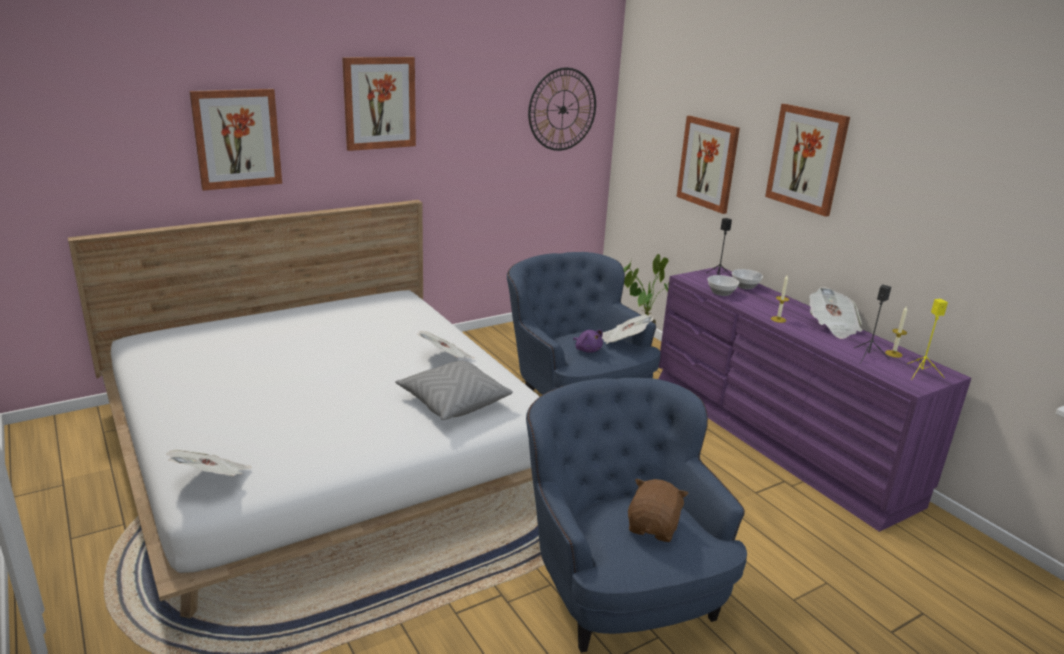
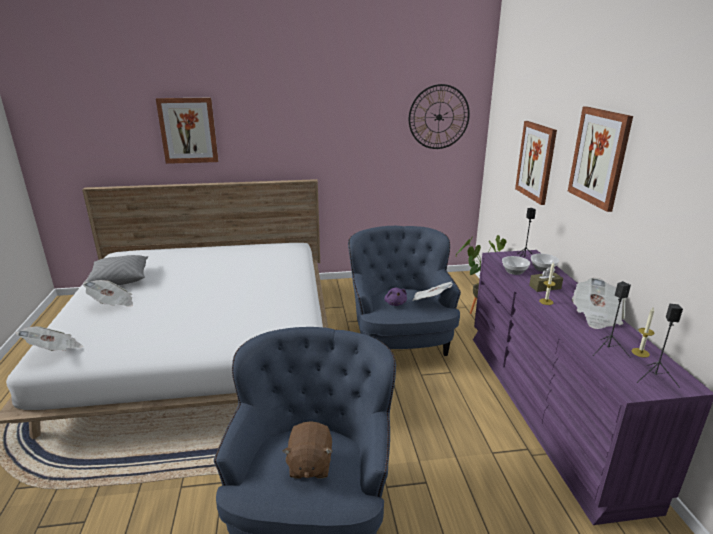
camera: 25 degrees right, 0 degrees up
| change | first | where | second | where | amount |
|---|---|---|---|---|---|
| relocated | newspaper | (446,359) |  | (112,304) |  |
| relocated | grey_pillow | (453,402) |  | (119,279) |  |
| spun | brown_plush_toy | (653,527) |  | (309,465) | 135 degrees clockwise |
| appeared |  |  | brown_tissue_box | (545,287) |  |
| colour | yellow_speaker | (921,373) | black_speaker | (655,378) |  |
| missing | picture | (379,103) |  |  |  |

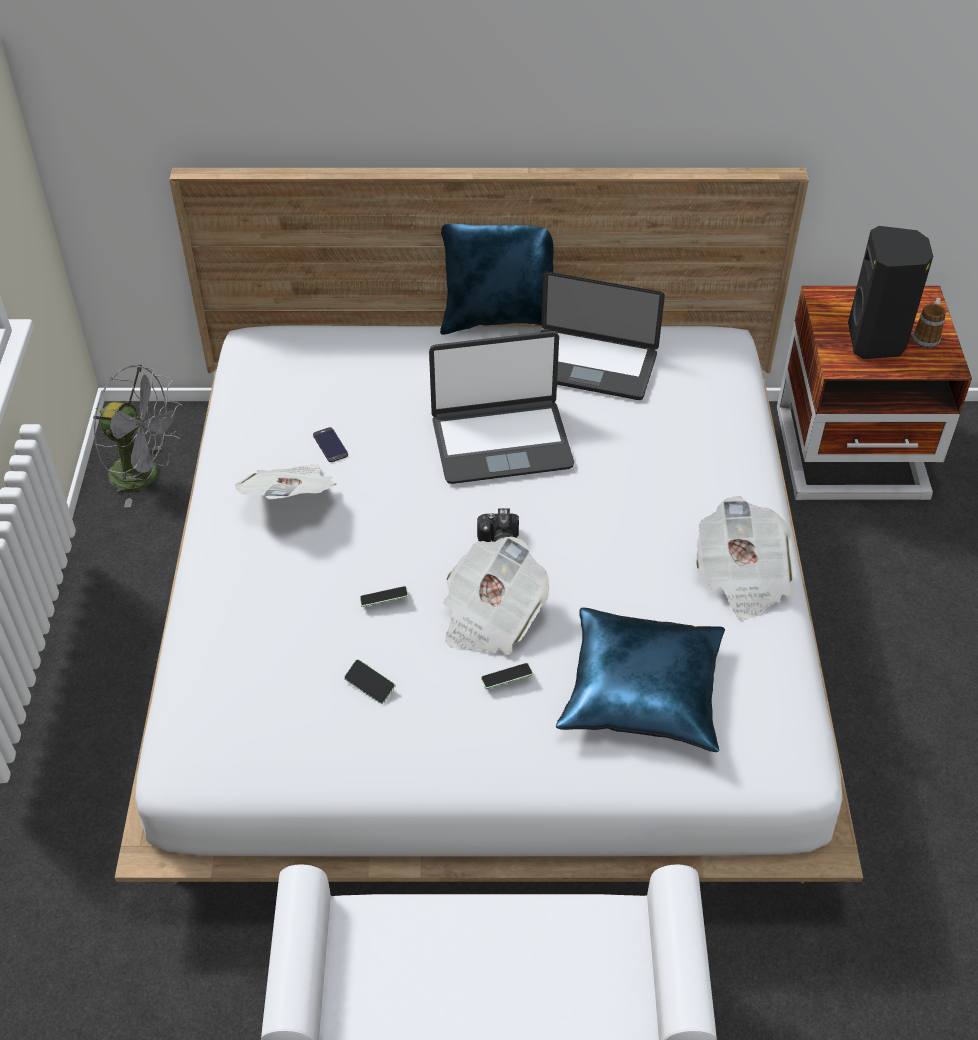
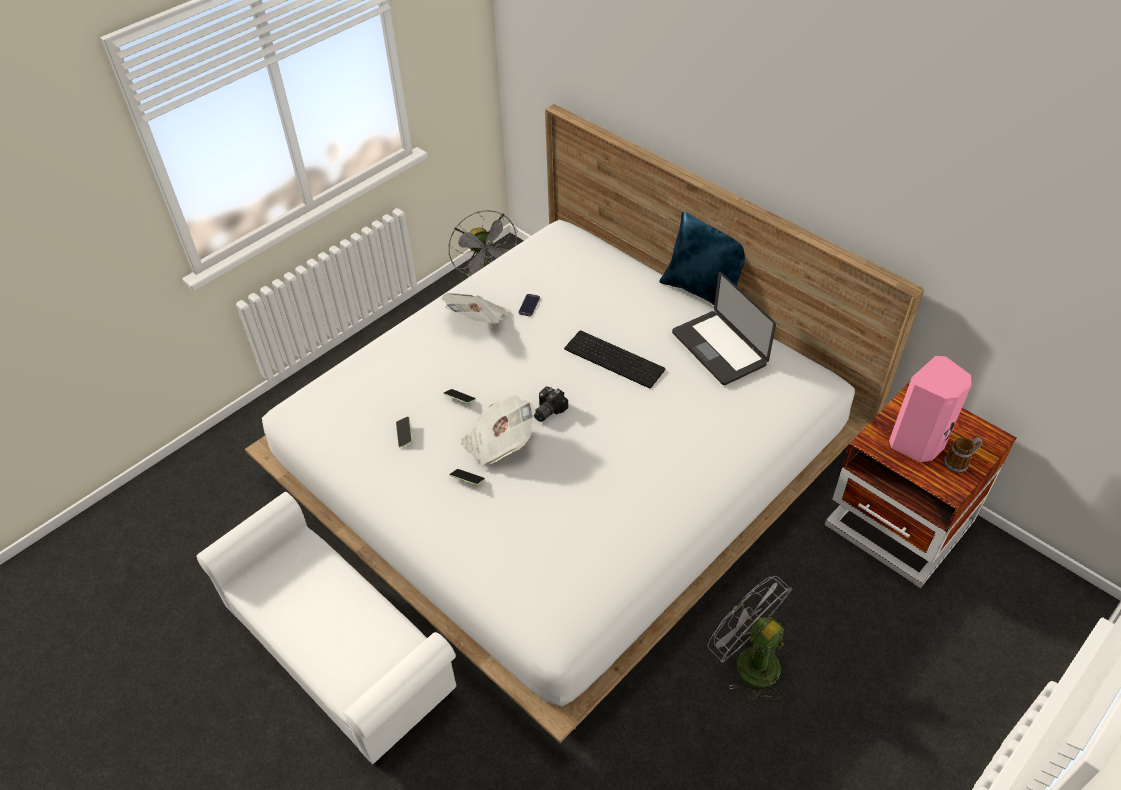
camera: 45 degrees right, 0 degrees up
| change | first | where | second | where | amount |
|---|---|---|---|---|---|
| exchanged | laptop | (501,442) | keyboard | (616,358) |  |
| appeared |  |  | grey_fan | (748,661) |  |
| colour | black_speaker | (877,341) | pink_speaker | (918,443) |  |
| missing | blue_pillow | (643,691) |  |  |  |
| missing | newspaper | (742,577) |  |  |  |

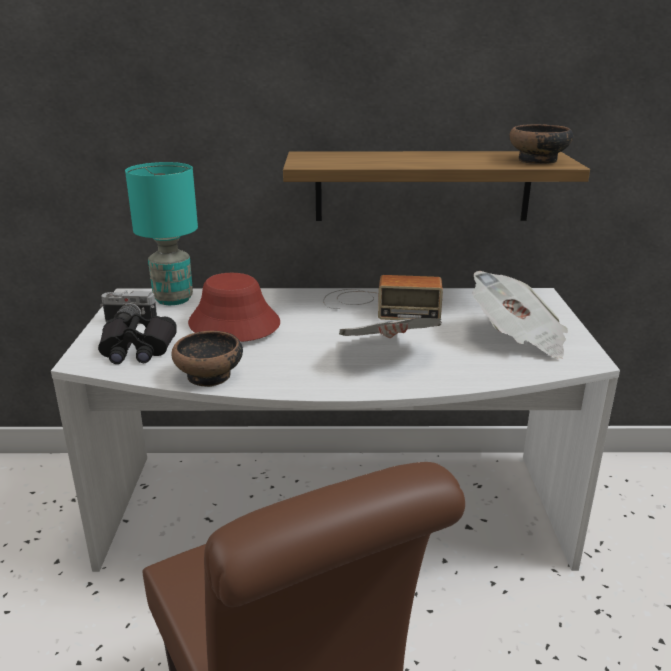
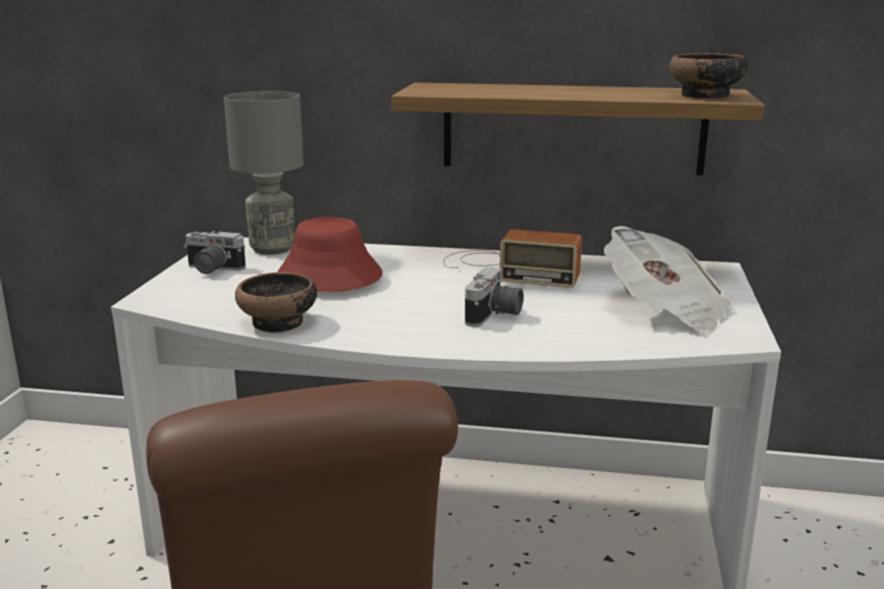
camera: 10 degrees right, 5 degrees down
| change | first | where | second | where | amount |
|---|---|---|---|---|---|
| colour | turquoise_table_lamp | (174,299) | grey_table_lamp | (273,249) |  |
| exchanged | newspaper | (388,354) | photo_camera | (494,316) |  |
| missing | black_binoculars | (137,350) |  |  |  |

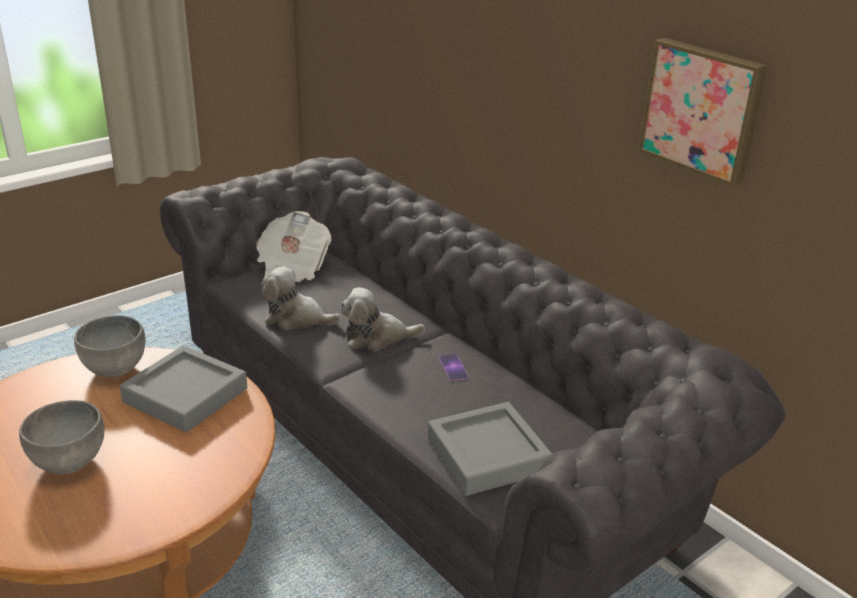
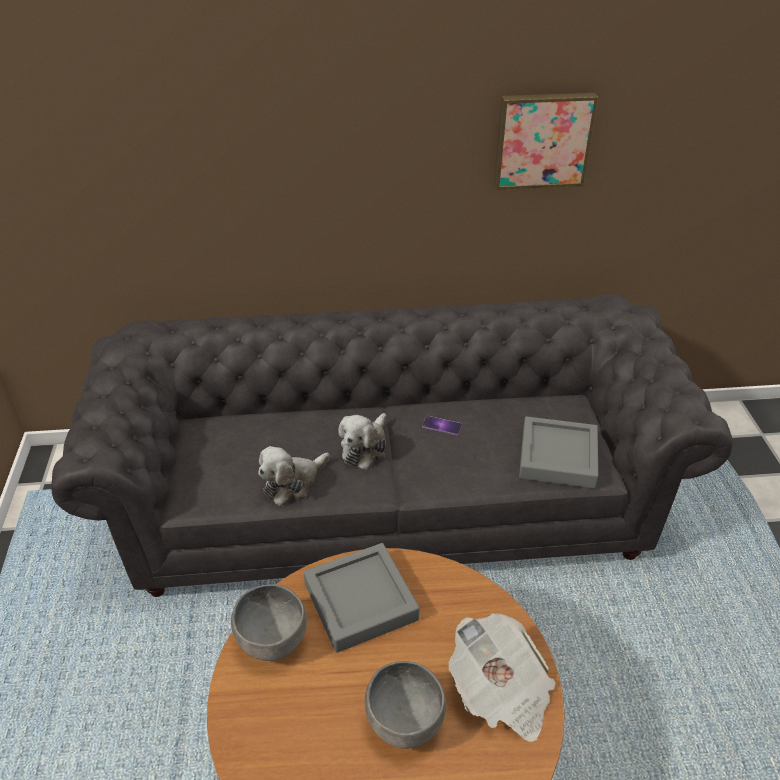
camera: 55 degrees left, 10 degrees up
| change | first | where | second | where | amount |
|---|---|---|---|---|---|
| relocated | newspaper | (292,268) |  | (501,692) |  |

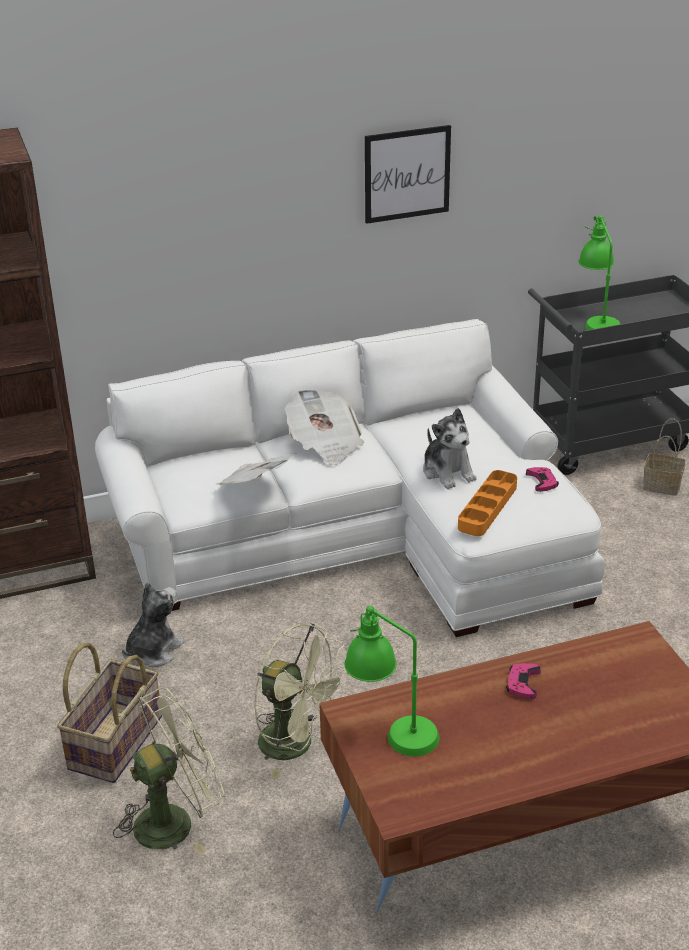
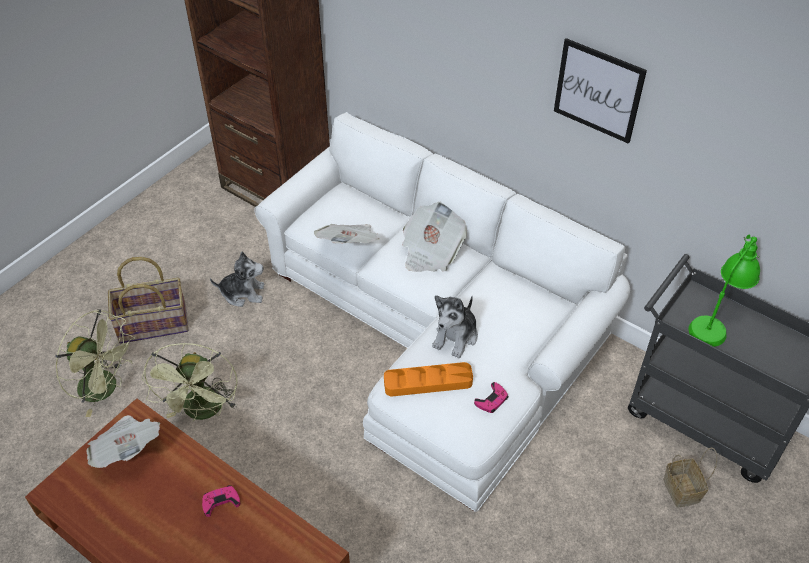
camera: 55 degrees right, 15 degrees up
| change | first | where | second | where | amount |
|---|---|---|---|---|---|
| exchanged | green_table_lamp | (391,732) | newspaper | (127,450) |  |

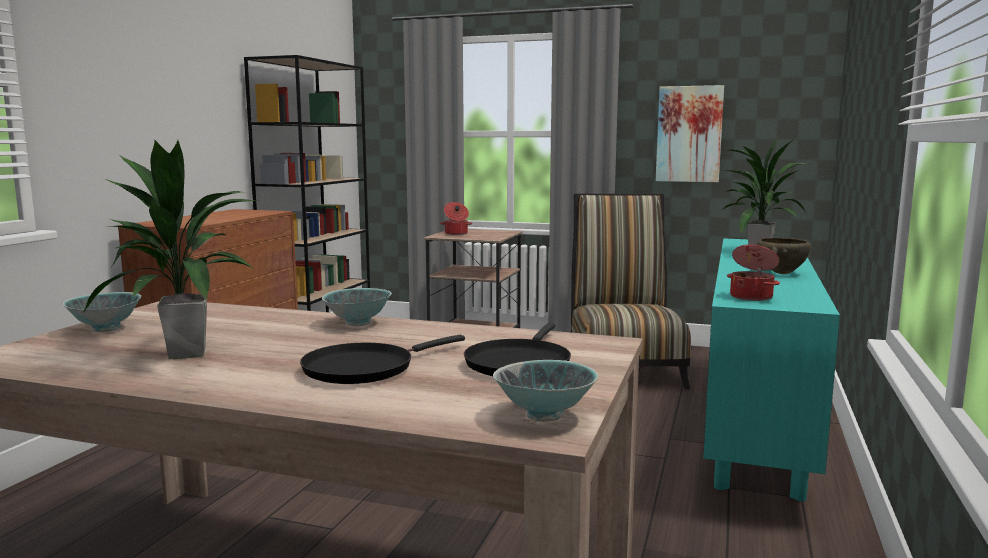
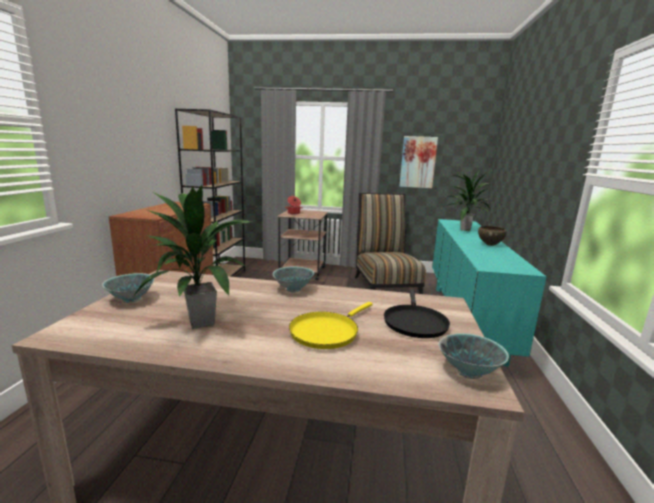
camera: 10 degrees left, 5 degrees up
| change | first | where | second | where | amount |
|---|---|---|---|---|---|
| colour | black_frying_pan | (364,368) | yellow_frying_pan | (326,332) |  |
| missing | cooking_pot | (752,297) |  |  |  |

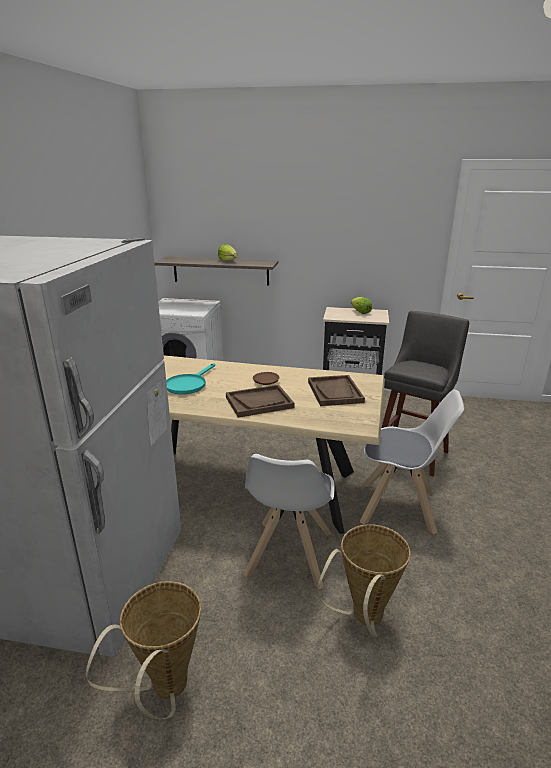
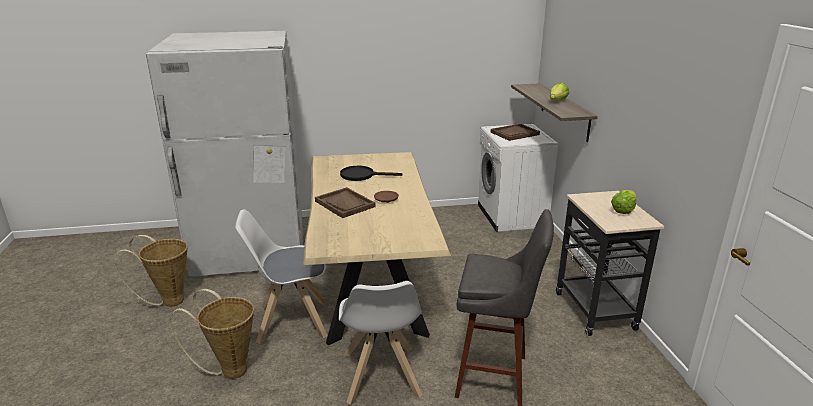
camera: 70 degrees right, 0 degrees up
| change | first | where | second | where | amount |
|---|---|---|---|---|---|
| colour | turquoise_frying_pan | (188,384) | black_frying_pan | (362,175) |  |
| relocated | brown_tray | (335,392) |  | (514,133) |  |

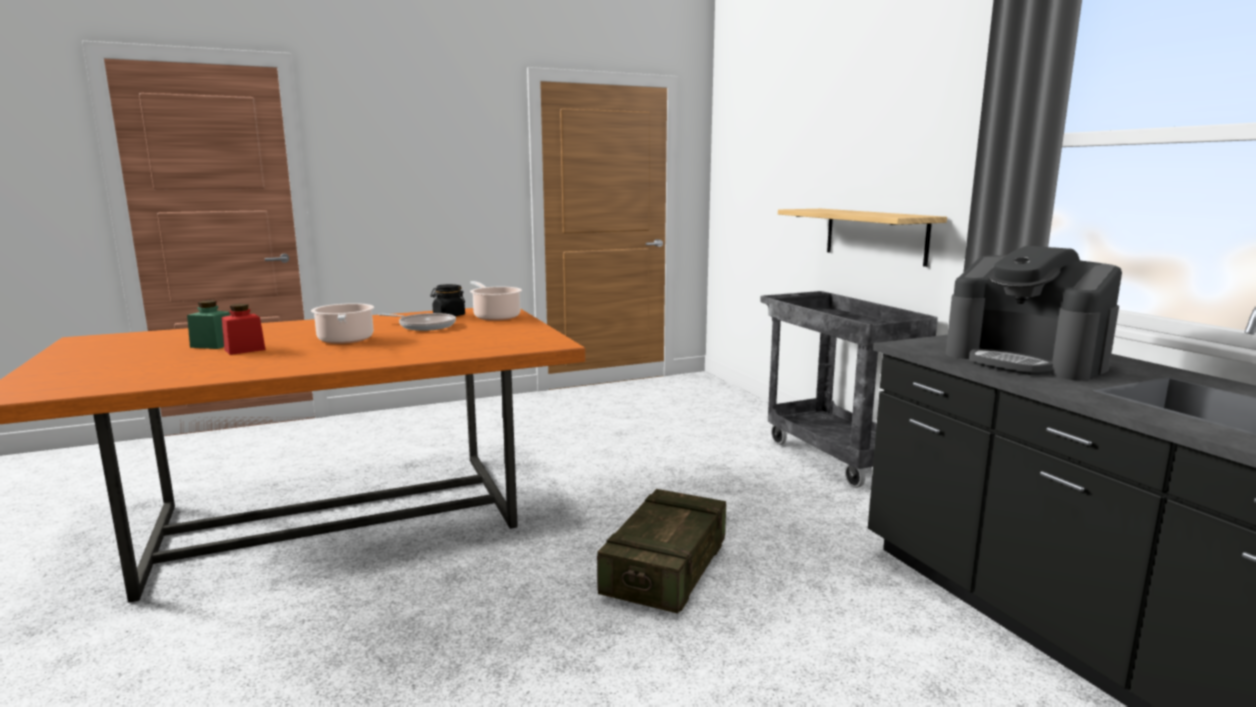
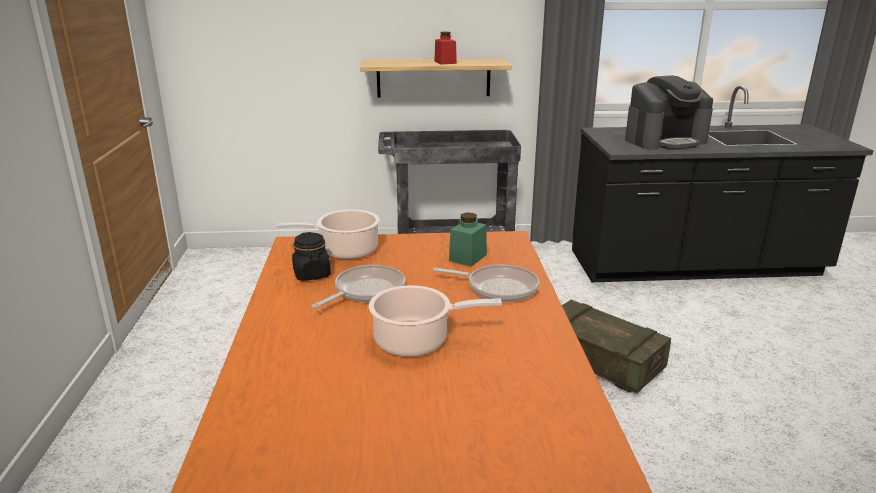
camera: 70 degrees left, 10 degrees up
| change | first | where | second | where | amount |
|---|---|---|---|---|---|
| appeared |  |  | frying_pan | (498,288) |  |
| relocated | red_jar | (245,350) |  | (445,62) |  |
| relocated | green_jar | (213,345) |  | (467,257) |  |

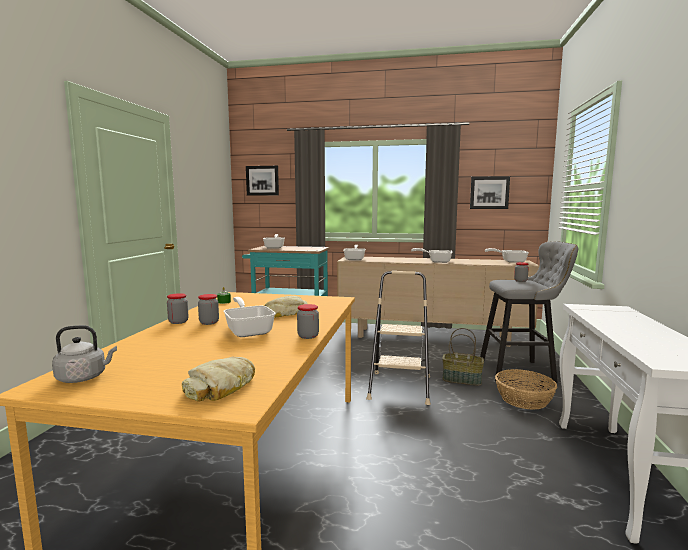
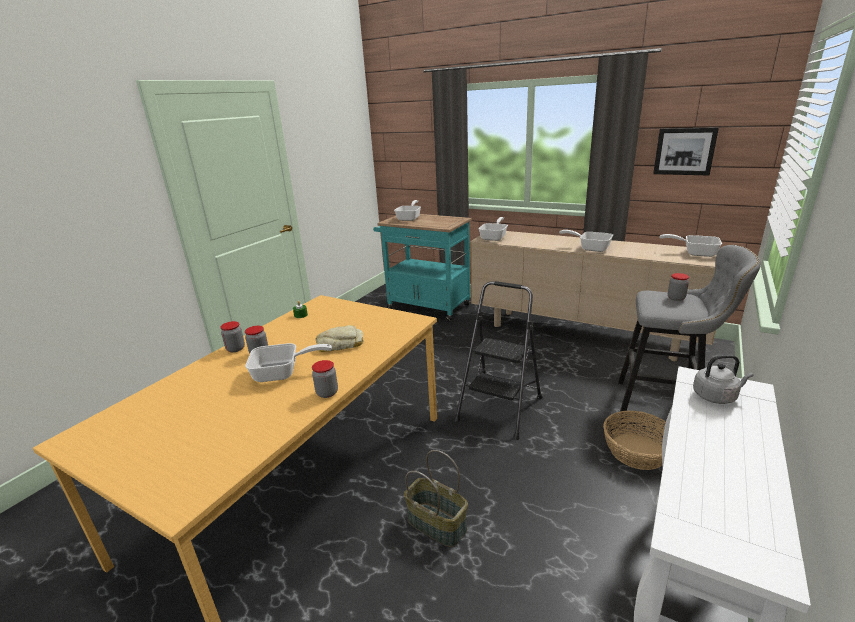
camera: 20 degrees right, 15 degrees up
| change | first | where | second | where | amount |
|---|---|---|---|---|---|
| spun | frying_pan | (249,330) |  | (283,373) | 90 degrees clockwise |
| relocated | basket | (462,379) |  | (437,524) |  |
| colour | beige_step_ladder | (400,386) | black_step_ladder | (500,406) |  |
| relocated | grey_kettle | (84,378) |  | (716,396) |  |
| missing | bread | (221,387) |  |  |  |
| missing | picture | (262,180) |  |  |  |

